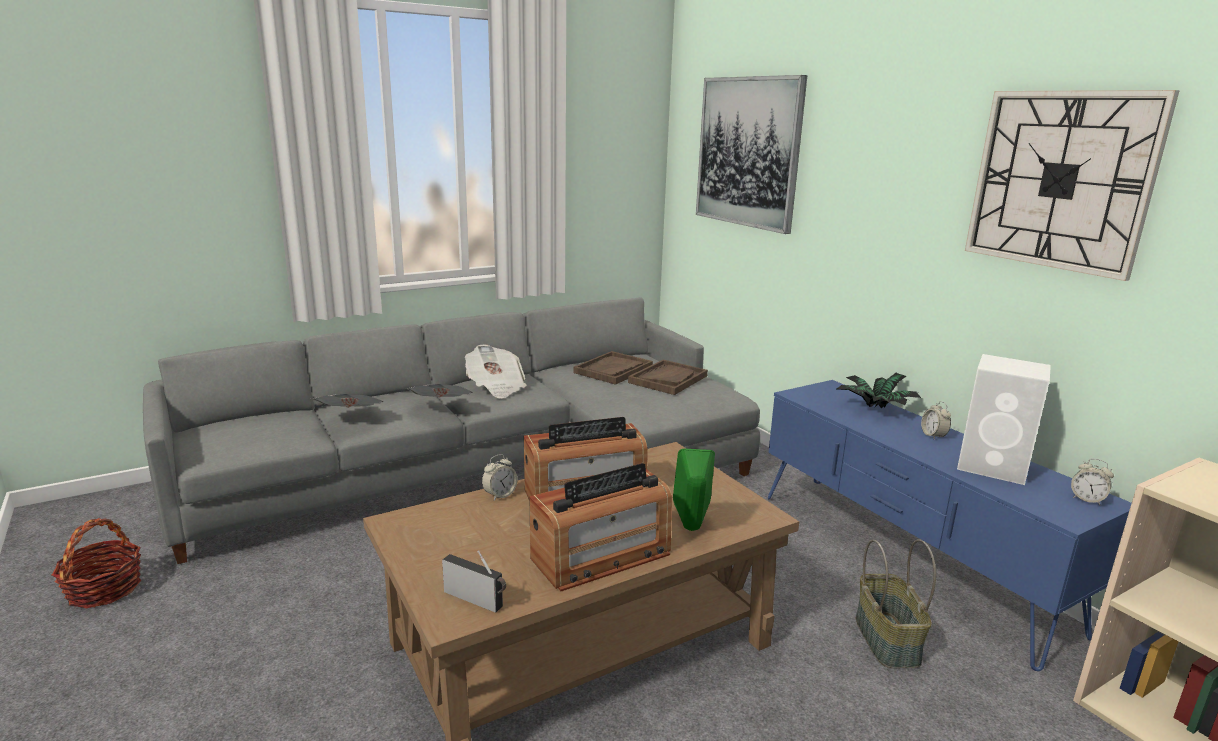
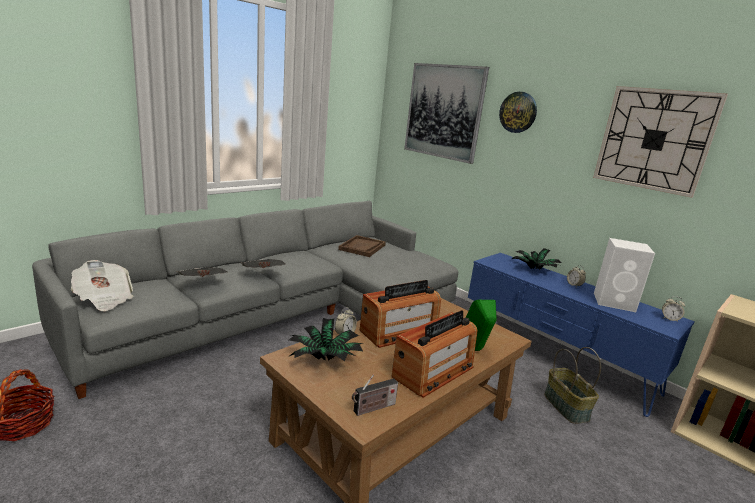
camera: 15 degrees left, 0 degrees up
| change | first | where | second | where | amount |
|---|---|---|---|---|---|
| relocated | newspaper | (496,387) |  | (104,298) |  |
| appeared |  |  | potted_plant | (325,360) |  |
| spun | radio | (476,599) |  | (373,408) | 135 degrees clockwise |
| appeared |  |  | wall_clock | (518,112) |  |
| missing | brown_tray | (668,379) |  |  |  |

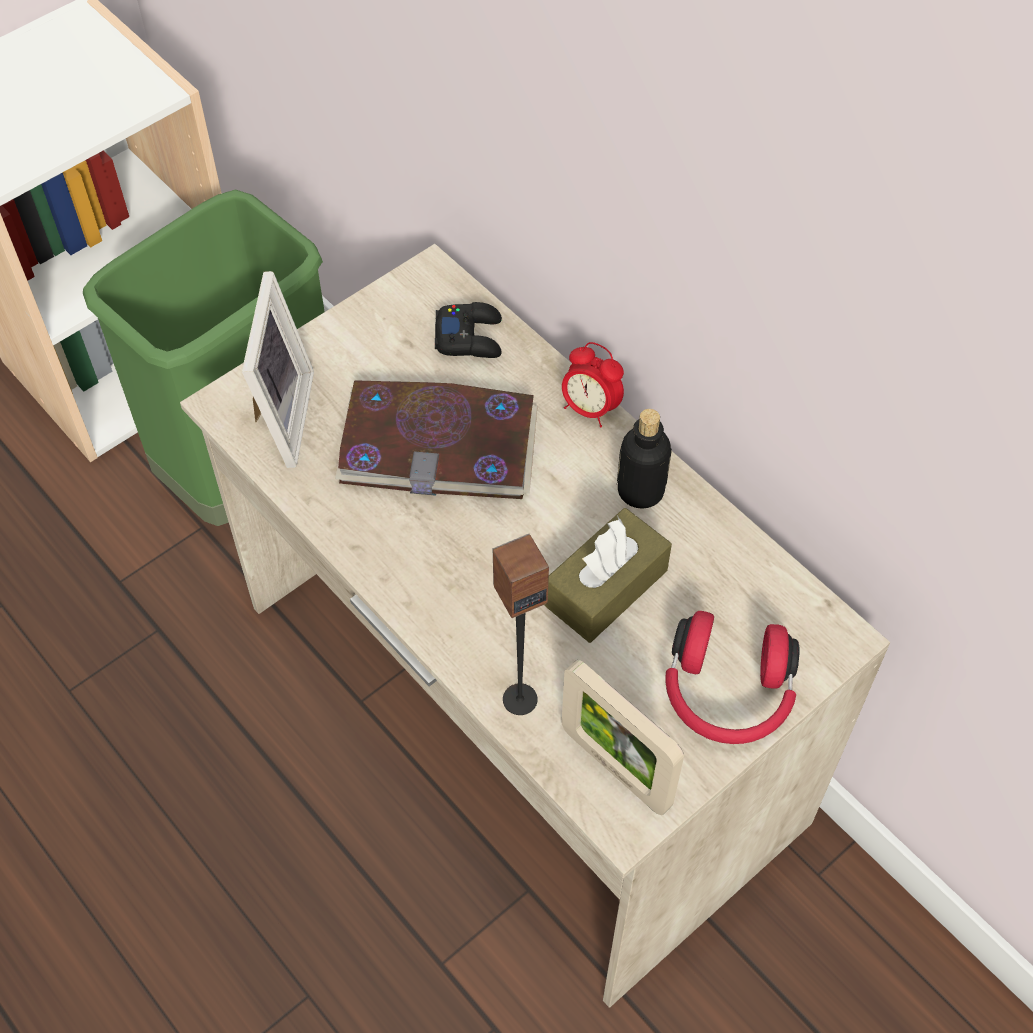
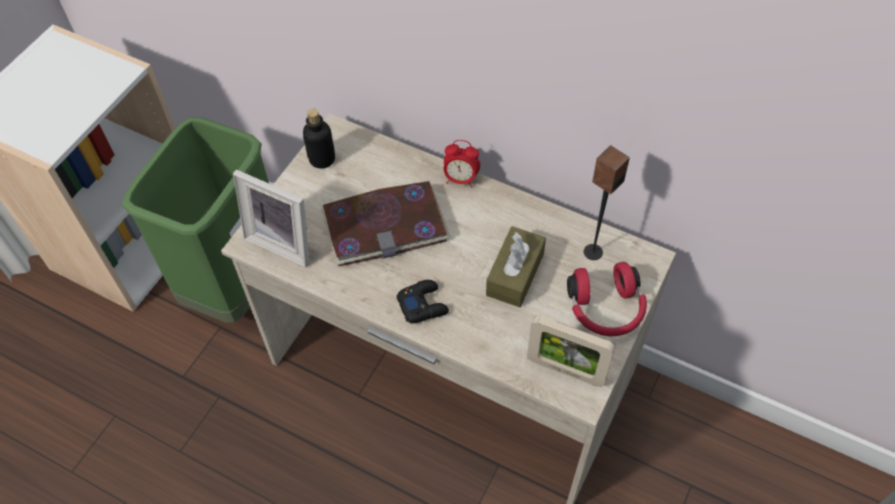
camera: 20 degrees left, 0 degrees up
| change | first | where | second | where | amount |
|---|---|---|---|---|---|
| spun | picture_frame | (277,417) |  | (284,240) | 135 degrees clockwise |
| relocated | bottle | (640,491) |  | (322,159) |  |
| relocated | black_game_controller | (469,337) |  | (423,305) |  |
| relocated | speaker | (519,698) |  | (592,252) |  |

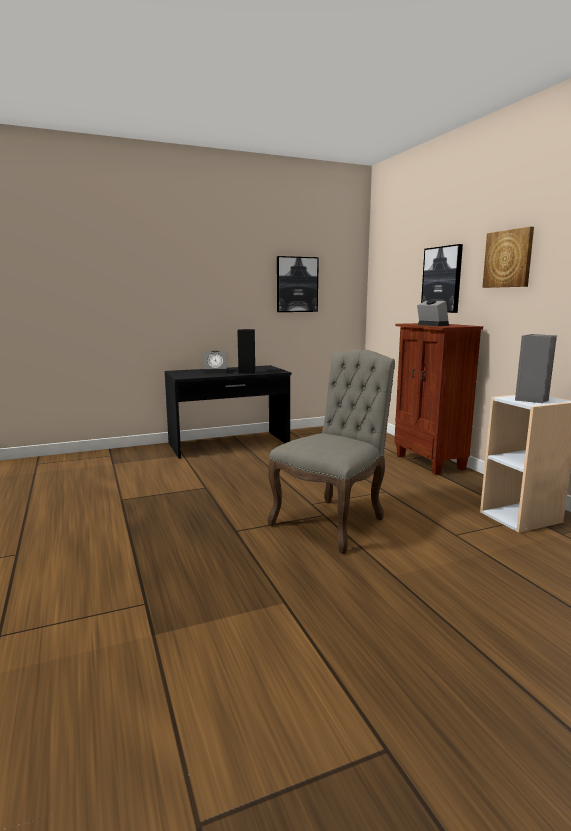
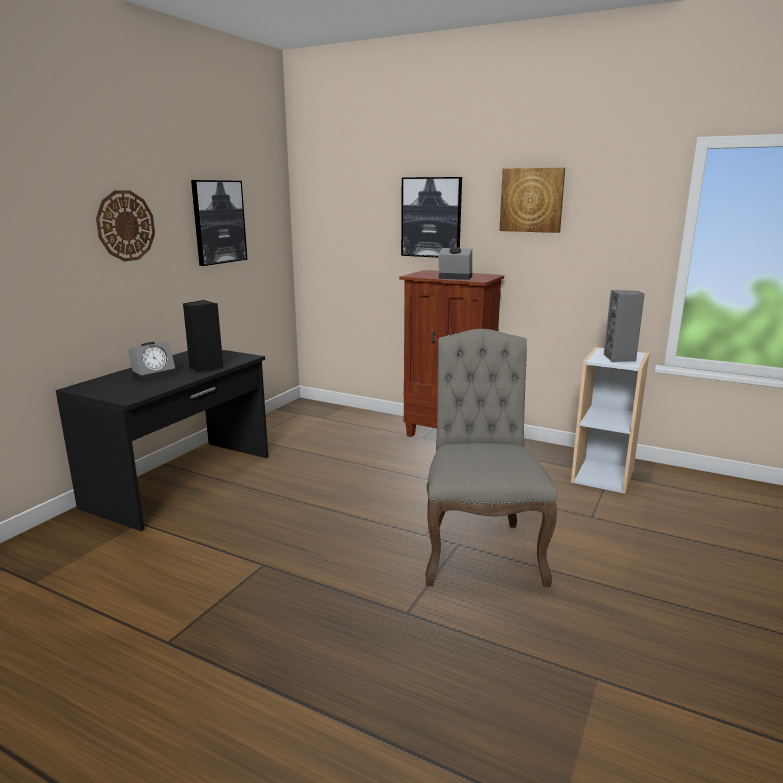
camera: 40 degrees left, 5 degrees up
| change | first | where | second | where | amount |
|---|---|---|---|---|---|
| appeared |  |  | wall_clock | (125,226) |  |

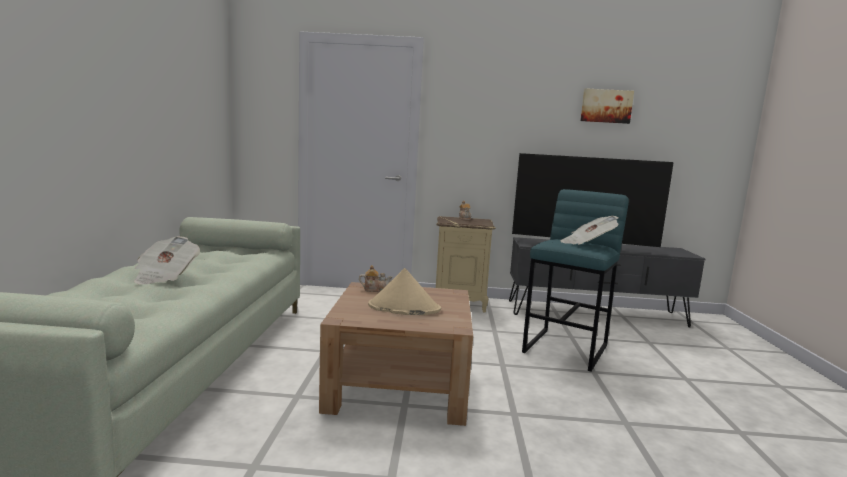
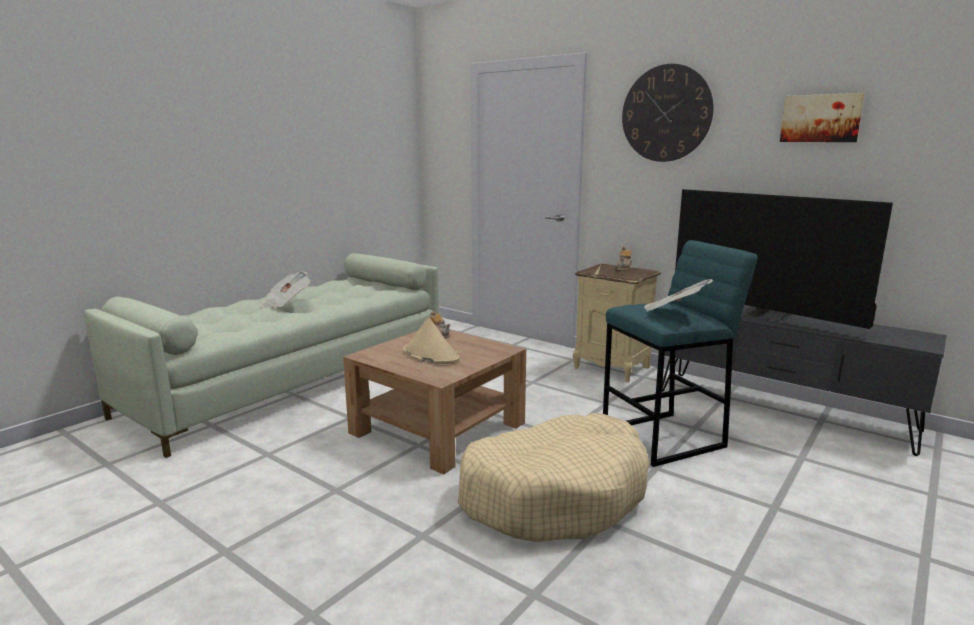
camera: 35 degrees right, 5 degrees up
| change | first | where | second | where | amount |
|---|---|---|---|---|---|
| appeared |  |  | beige_dog_bed | (554,494) |  |
| appeared |  |  | wall_clock | (666,113) |  |

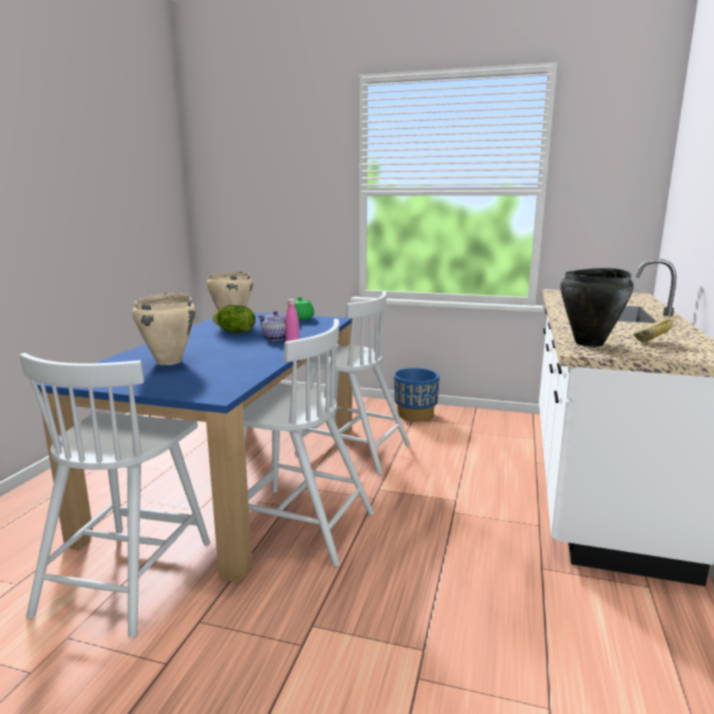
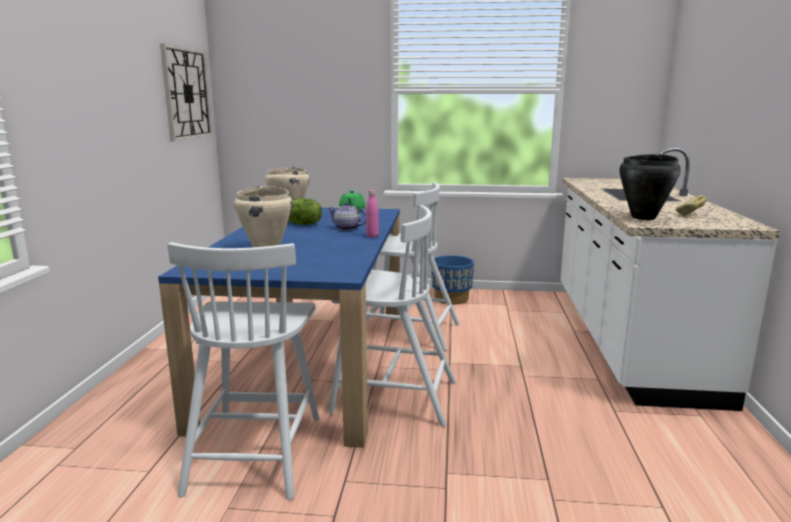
camera: 10 degrees left, 0 degrees up
| change | first | where | second | where | amount |
|---|---|---|---|---|---|
| appeared |  |  | wall_clock | (186,94) |  |

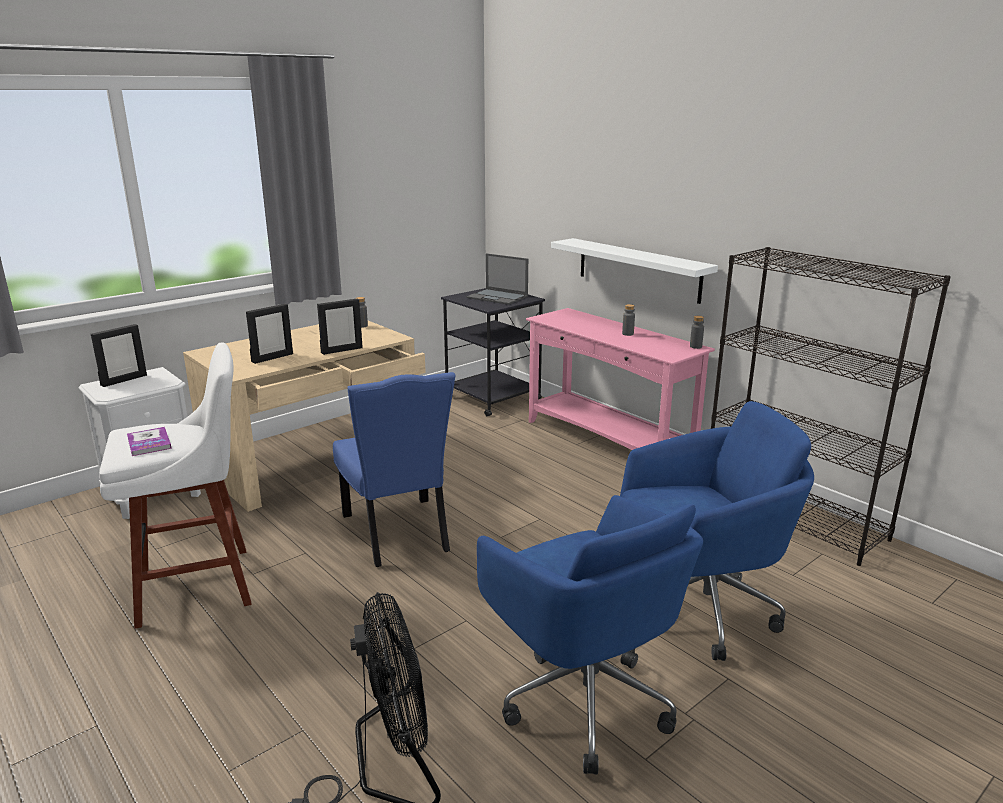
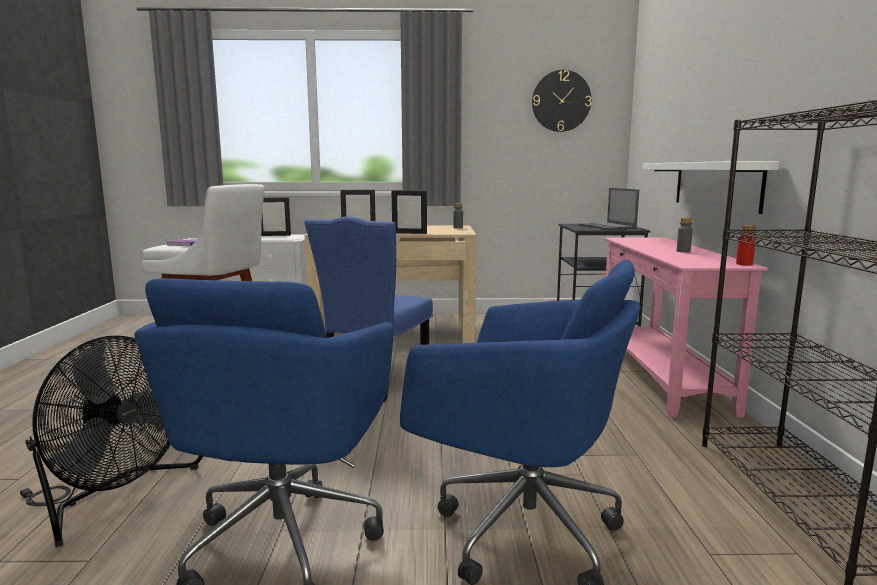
camera: 40 degrees right, 10 degrees down
| change | first | where | second | where | amount |
|---|---|---|---|---|---|
| appeared |  |  | wall_clock | (561,101) |  |
| colour | grey_bottle | (695,346) | red_bottle | (744,264) |  |

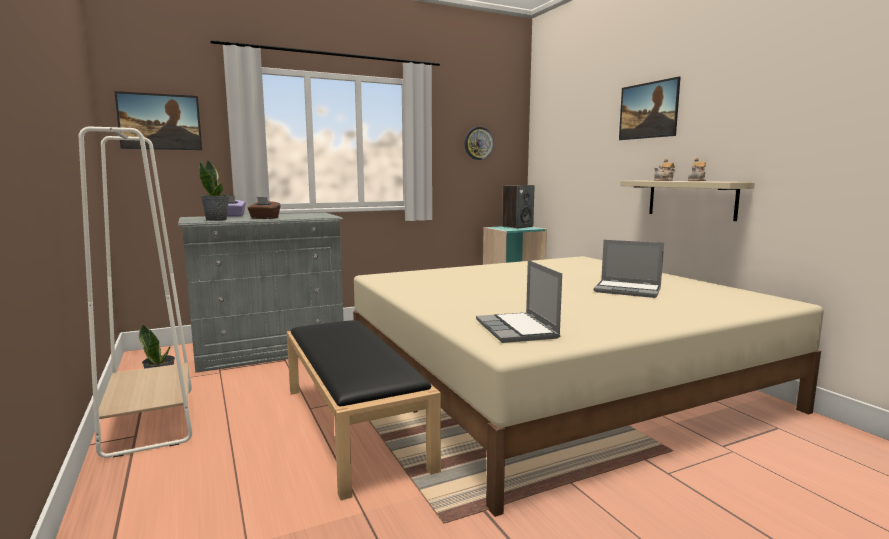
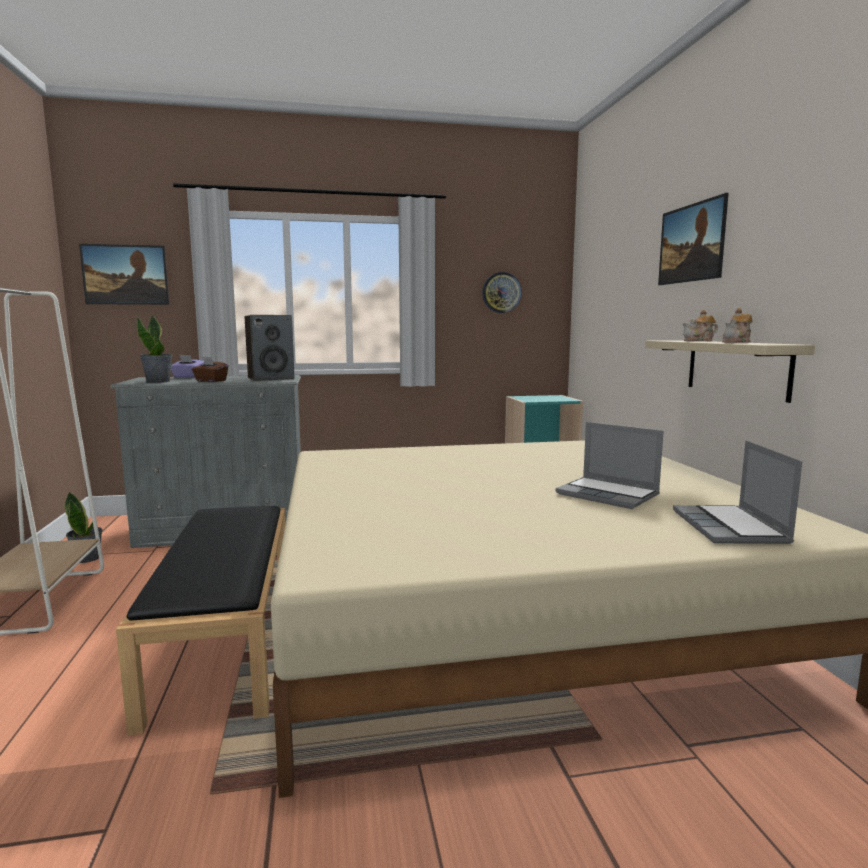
camera: 15 degrees right, 0 degrees up
| change | first | where | second | where | amount |
|---|---|---|---|---|---|
| relocated | speaker | (517,227) |  | (271,378) |  |
| relocated | laptop | (517,330) |  | (731,527) |  |

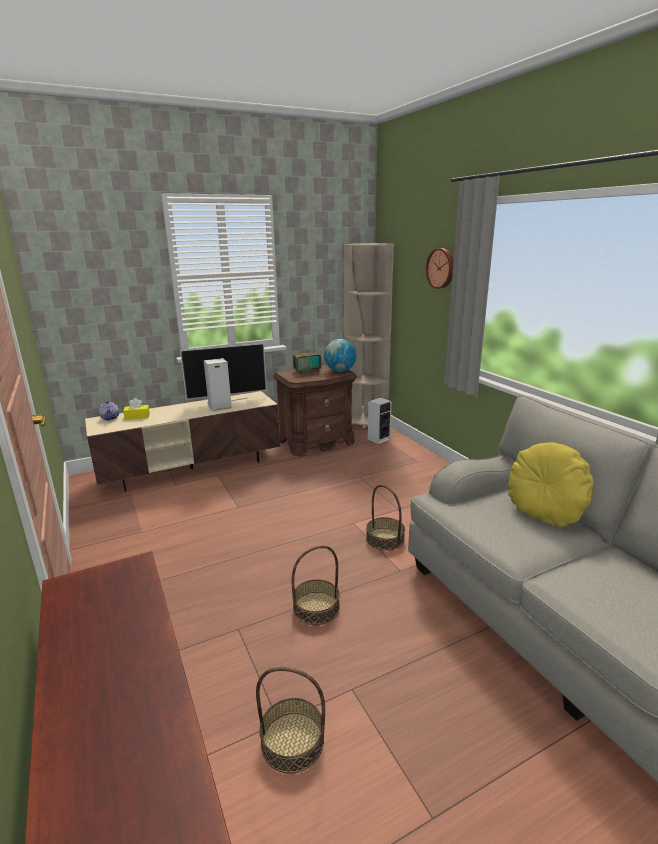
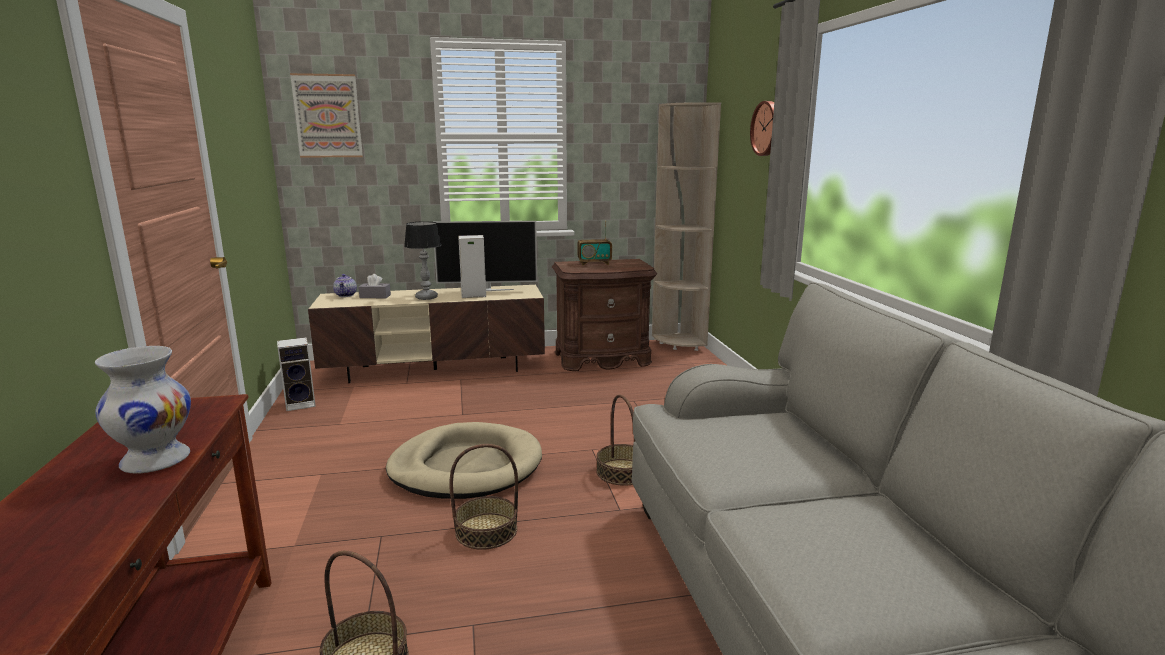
camera: 15 degrees right, 5 degrees down
| change | first | where | second | where | amount |
|---|---|---|---|---|---|
| appeared |  |  | white_vase | (155,460) |  |
| relocated | speaker | (379,439) |  | (301,404) |  |
| appeared |  |  | picture | (327,116) |  |
| colour | yellow_tissue_box | (137,416) | grey_tissue_box | (375,296) |  |
| appeared |  |  | beige_dog_bed | (466,467) |  |
| appeared |  |  | table_lamp | (426,297) |  |
| missing | globe | (340,371) |  |  |  |
| missing | yellow_pillow | (544,515) |  |  |  |

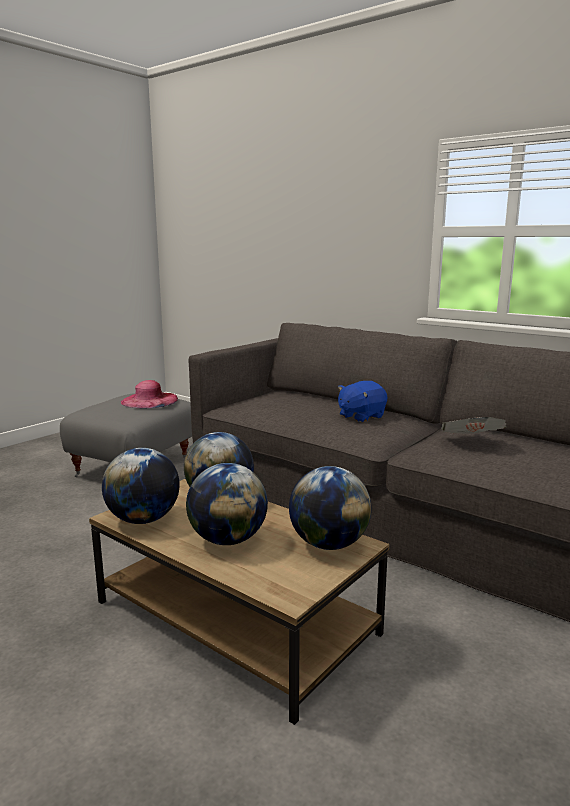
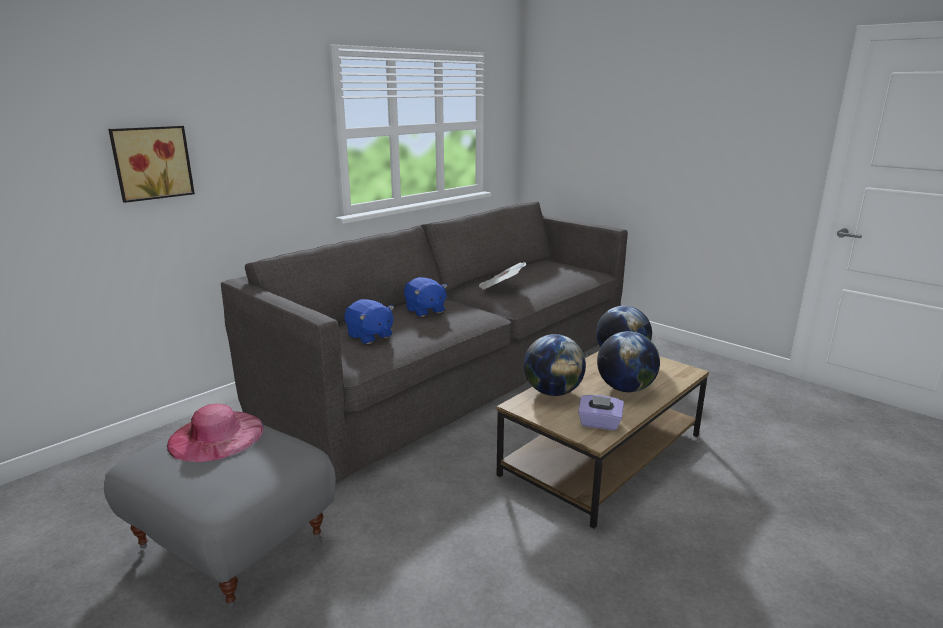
camera: 85 degrees left, 5 degrees up
| change | first | where | second | where | amount |
|---|---|---|---|---|---|
| appeared |  |  | picture | (151,162) |  |
| appeared |  |  | blue_plush_toy | (369,336) |  |
| exchanged | globe | (144,519) | purple_tissue_box | (599,424) |  |

